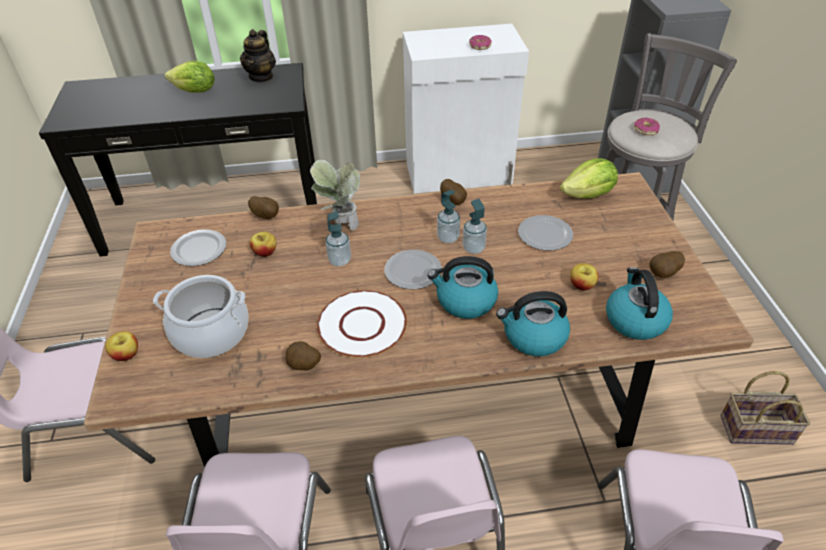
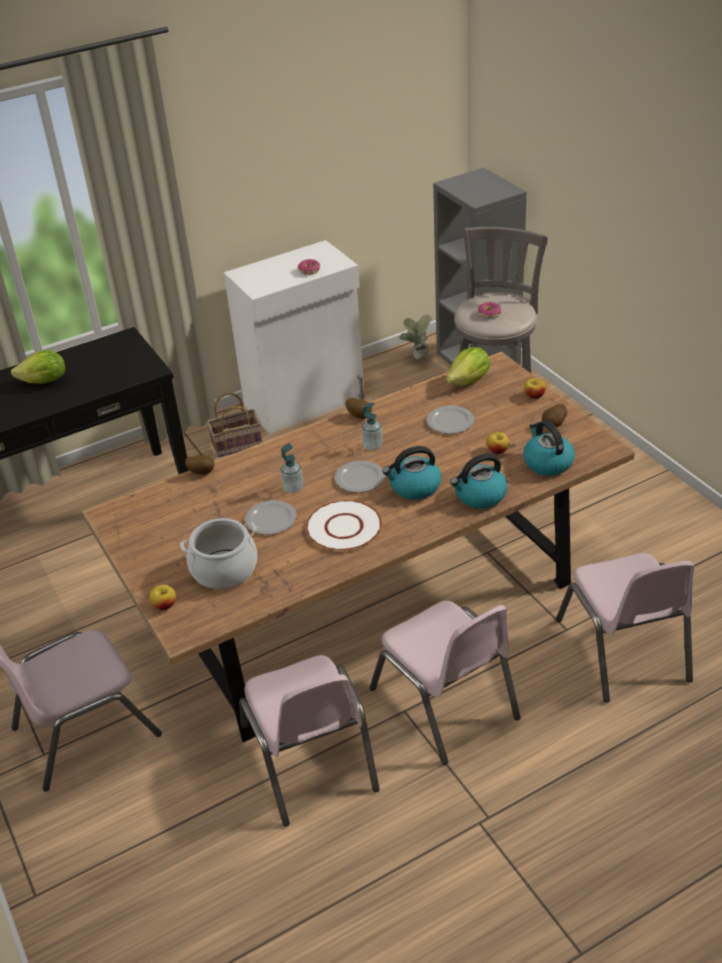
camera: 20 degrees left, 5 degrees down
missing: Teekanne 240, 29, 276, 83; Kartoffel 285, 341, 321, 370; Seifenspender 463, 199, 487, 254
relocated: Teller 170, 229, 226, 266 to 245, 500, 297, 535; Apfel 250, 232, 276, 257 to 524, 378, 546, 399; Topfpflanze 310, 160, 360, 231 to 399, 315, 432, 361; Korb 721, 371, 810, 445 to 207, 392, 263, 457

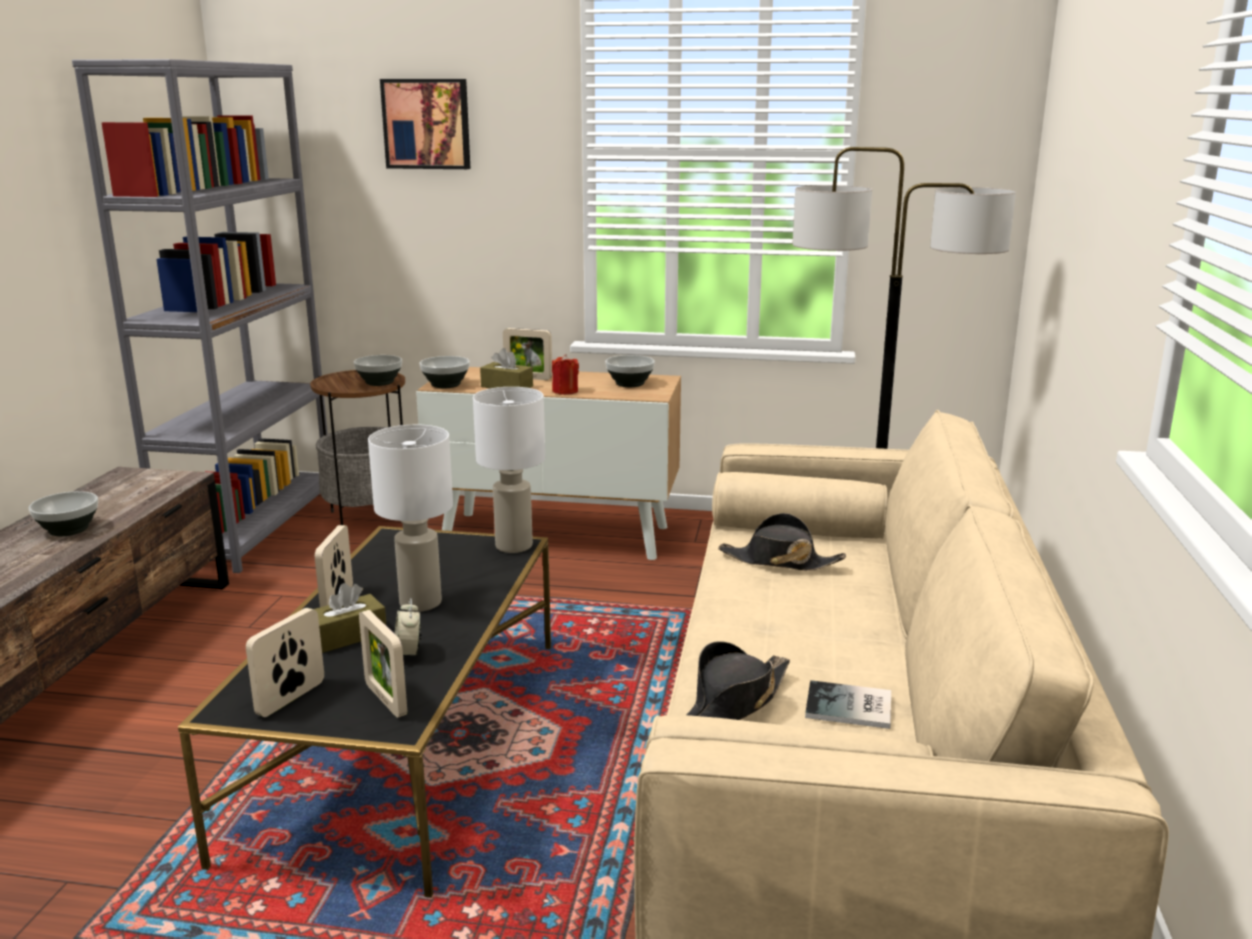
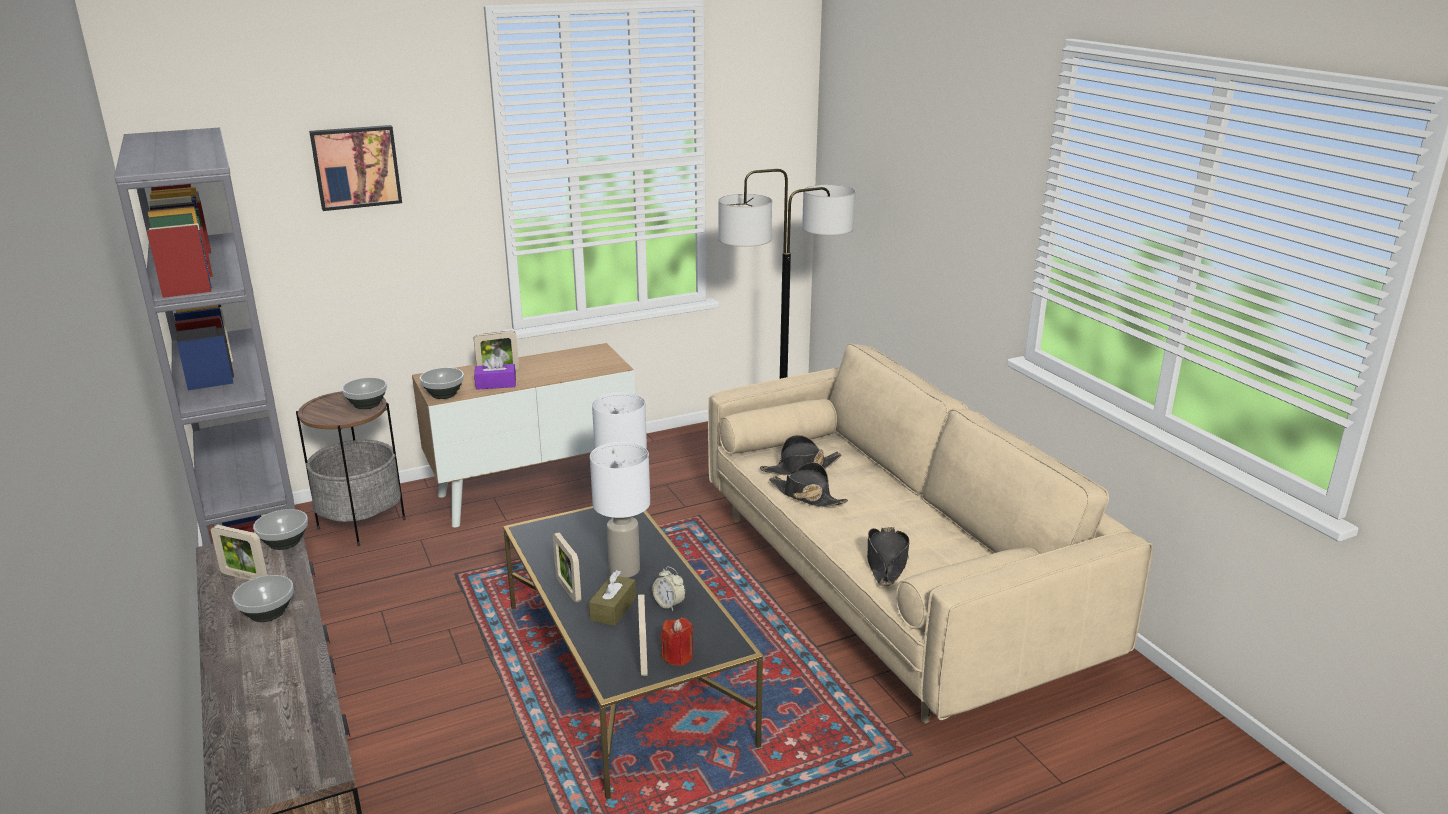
camera: 35 degrees left, 5 degrees up
missing: Buch 805, 680, 891, 729
appeared: Hut [schwarz] 769, 462, 848, 507
relocated: Bilderrahmen 359, 610, 407, 718 to 211, 525, 267, 580; Kerze [rot] 552, 354, 579, 395 to 661, 618, 693, 666; Schüssel 605, 355, 655, 387 to 253, 509, 308, 550
colour: Taschentuchbox [braun] 480, 348, 533, 388 to Taschentuchbox [lila] 474, 354, 516, 390

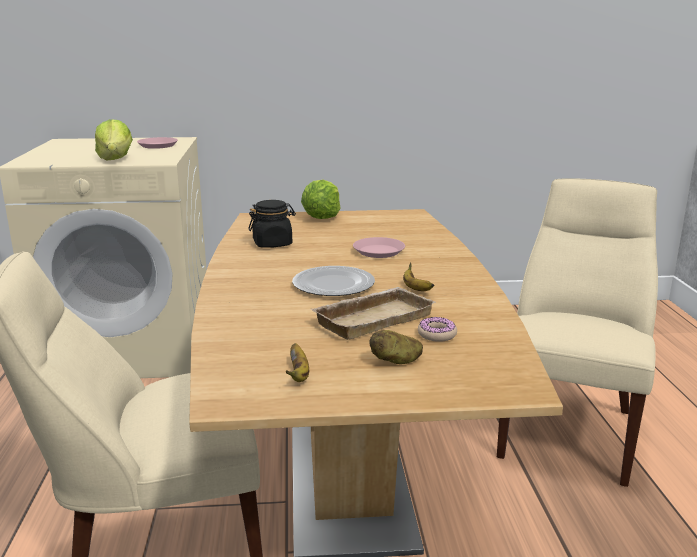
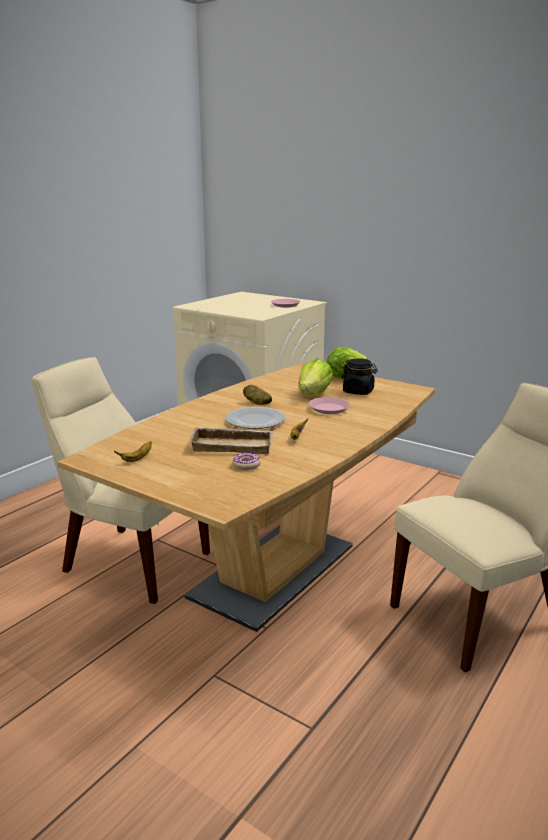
camera: 40 degrees right, 0 degrees up
relocated: Salatkopf 95, 119, 133, 160 to 298, 359, 333, 395; Vorratsglas [schwarz] 248, 200, 296, 248 to 341, 358, 378, 395; Kartoffel 369, 330, 423, 364 to 243, 385, 272, 405

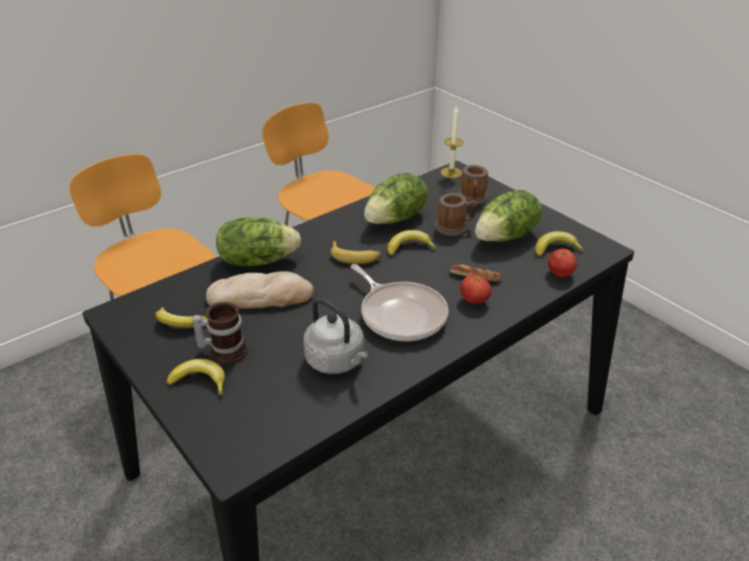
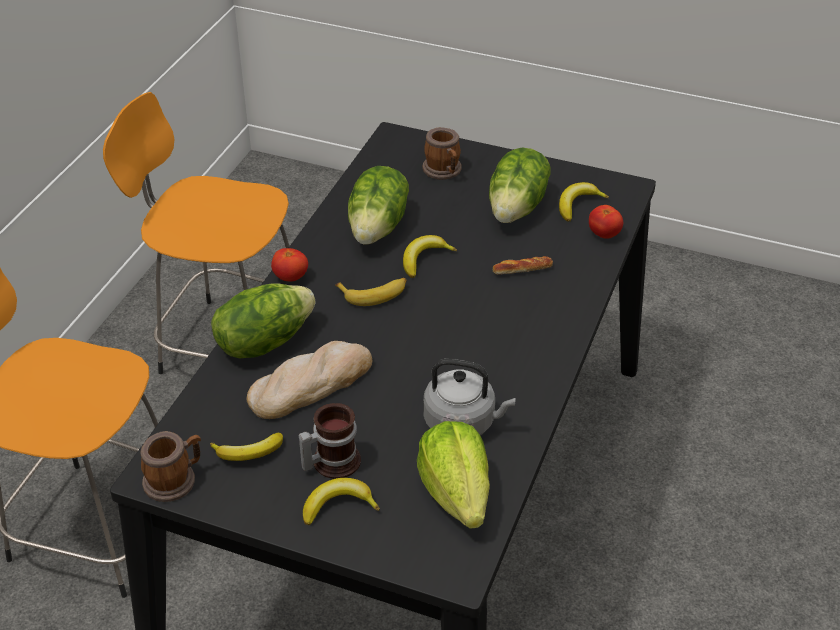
camera: 30 degrees left, 5 degrees up
missing: Pfanne 351, 264, 448, 341; Kerze 441, 105, 463, 178
appeared: Salatkopf 417, 421, 490, 529
relocated: Henkelbecher 435, 193, 478, 236 to 140, 431, 201, 502; Tomate 460, 275, 492, 304 to 271, 248, 308, 281

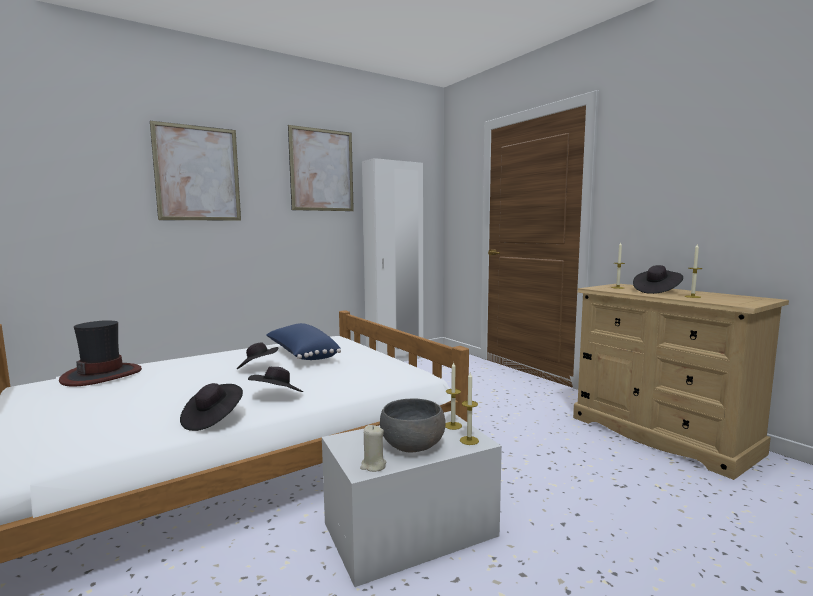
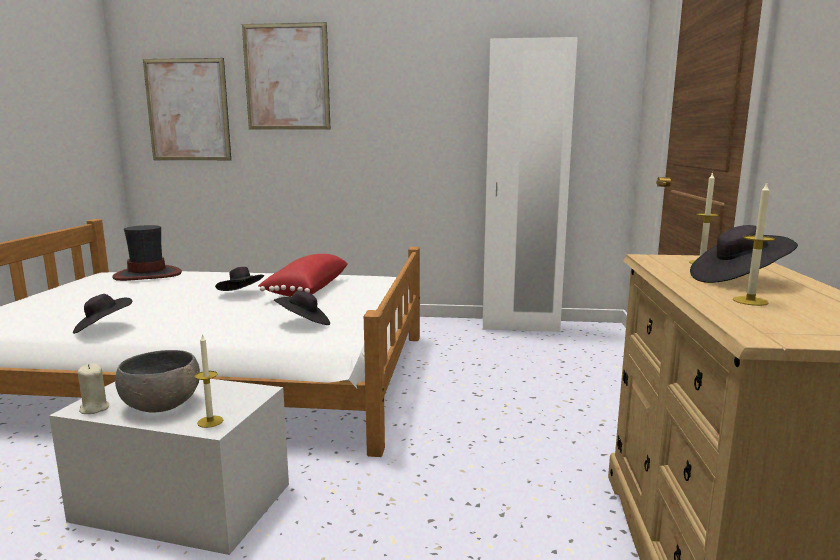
camera: 40 degrees right, 5 degrees up
missing: Kerze 445, 362, 462, 430
relocated: Hut [schwarz] 248, 367, 304, 392 to 274, 291, 330, 325; Bild 288, 125, 354, 211 to 143, 58, 231, 160
colour: Kissen [blau] 266, 323, 341, 360 to Kissen [rot] 258, 254, 348, 297

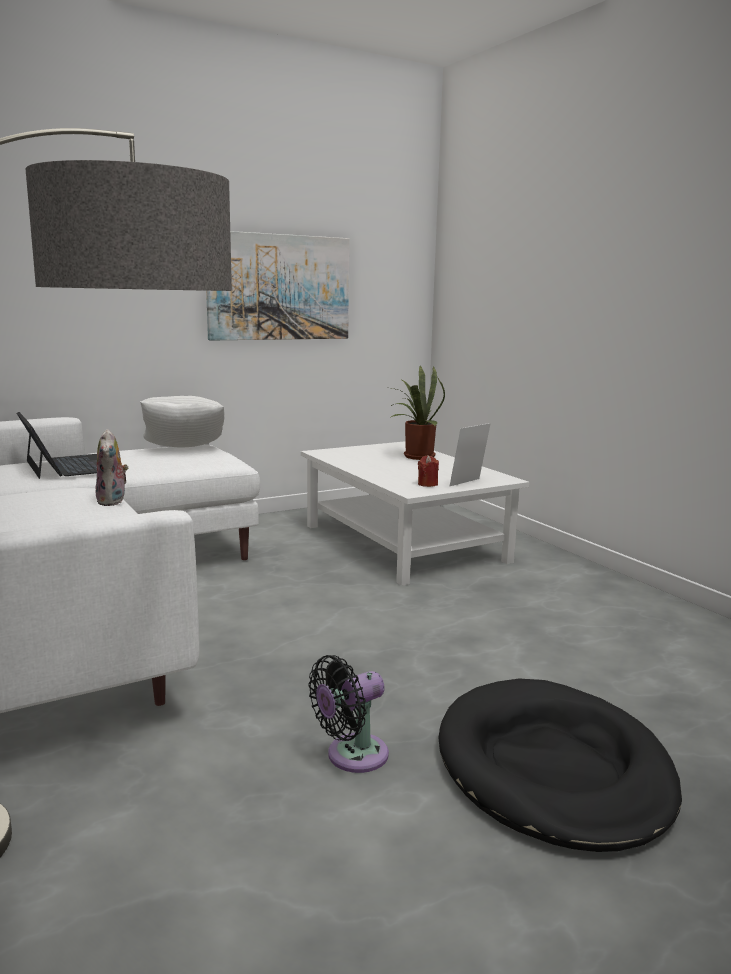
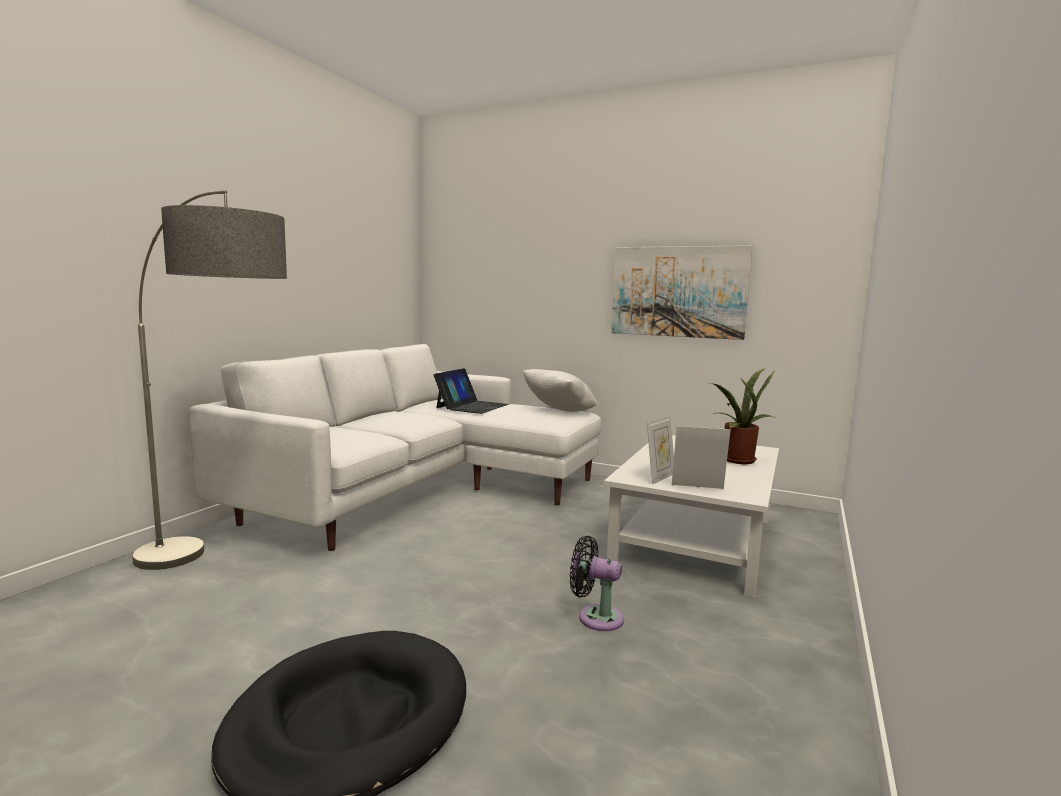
camera: 55 degrees right, 5 degrees down
missing: Plüschtier 96, 429, 128, 506
relocated: Ventilator [schwarz] 308, 655, 389, 773 to 570, 536, 624, 631
exchanged: Kerze [rot] 418, 455, 439, 487 to Bilderrahmen 647, 415, 674, 484

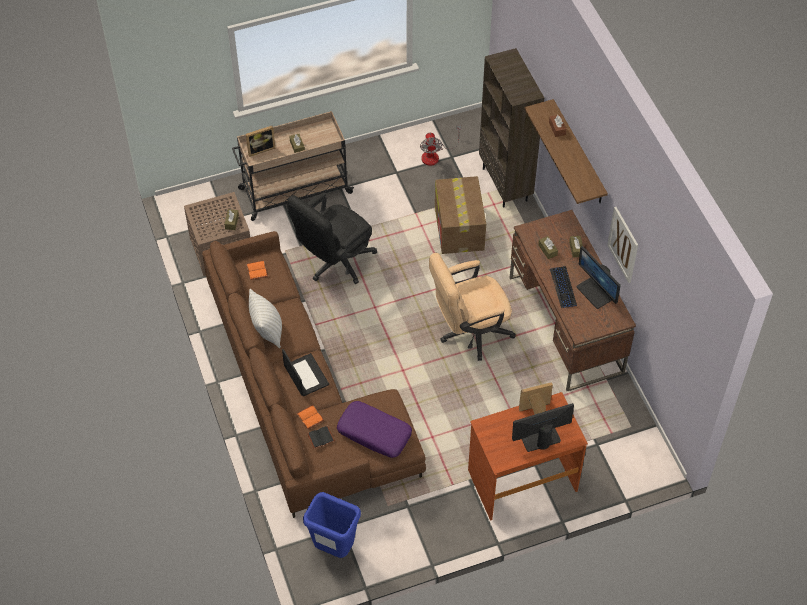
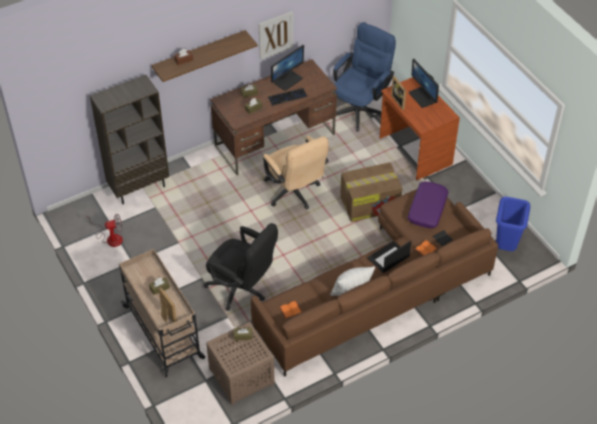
camera: 100 degrees left, 5 degrees down
appeared: Bürostuhl [blau] 333, 22, 396, 131
relocated: Karton 435, 176, 486, 254 to 340, 162, 402, 222

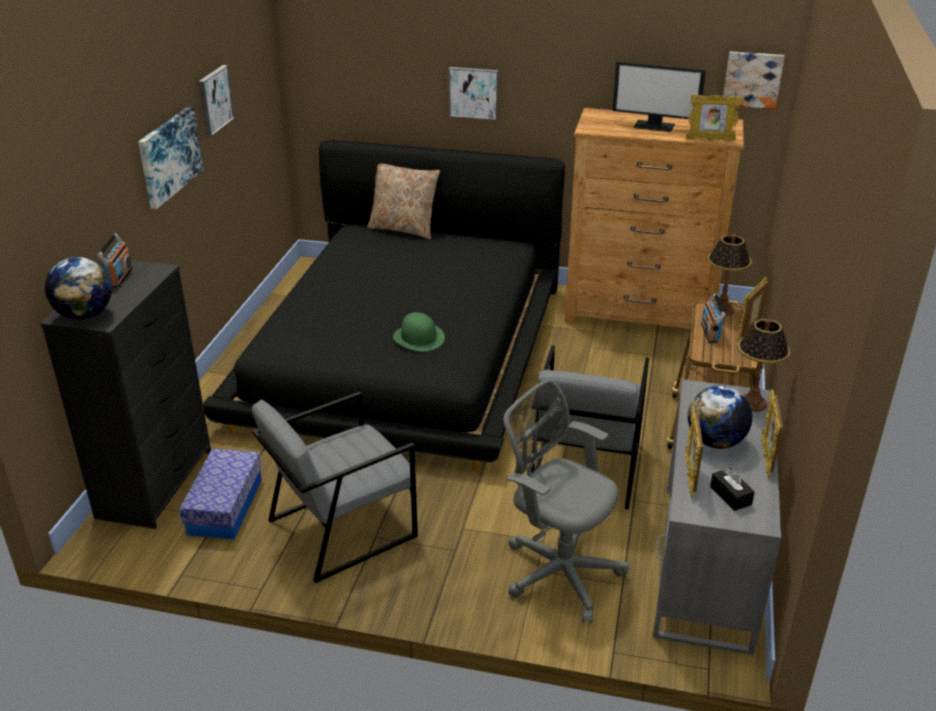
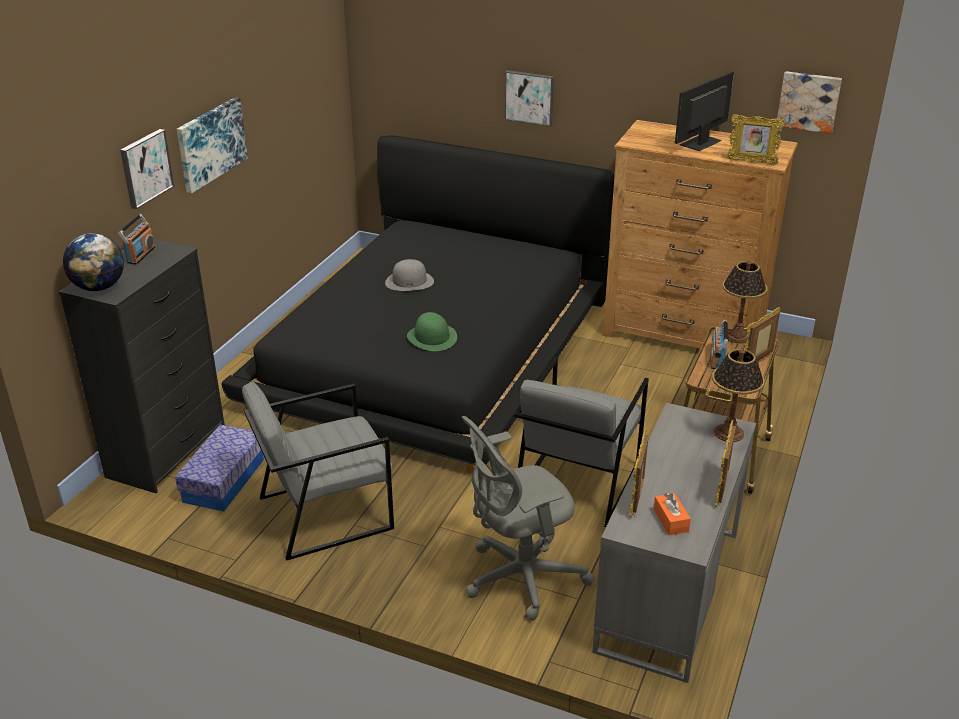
camera: 10 degrees right, 0 degrees up
missing: Kissen [beige] 367, 163, 440, 239; Globus 688, 386, 752, 449
appeared: Hut [grau] 385, 259, 434, 291
relocated: Bild 198, 65, 235, 137 to 120, 129, 174, 209
colour: Taschentuchbox [schwarz] 710, 468, 755, 511 to Taschentuchbox [orange] 654, 493, 691, 535
spun: Bürostuhl [grau] 503, 379, 629, 623 = 462, 416, 595, 621 75 degrees counterclockwise; Monitor 612, 62, 706, 132 = 675, 72, 734, 151 105 degrees clockwise

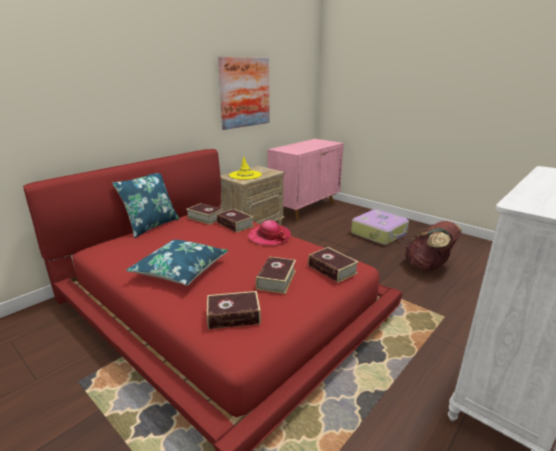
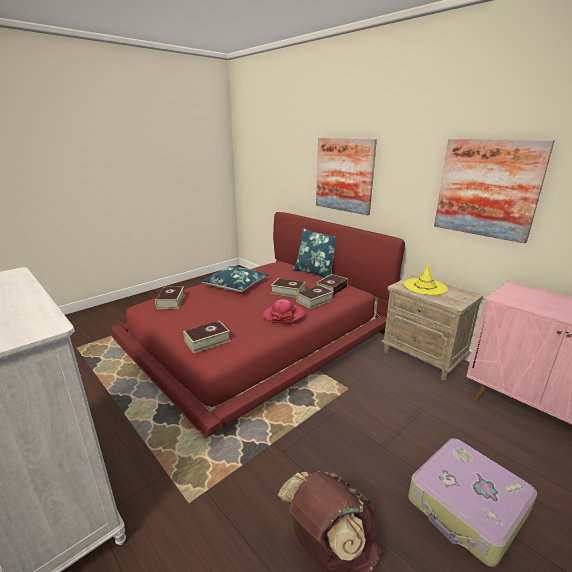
camera: 95 degrees right, 0 degrees up
appeared: Bild 316, 138, 377, 215
relocated: Buch 256, 256, 296, 294 to 271, 278, 306, 298

